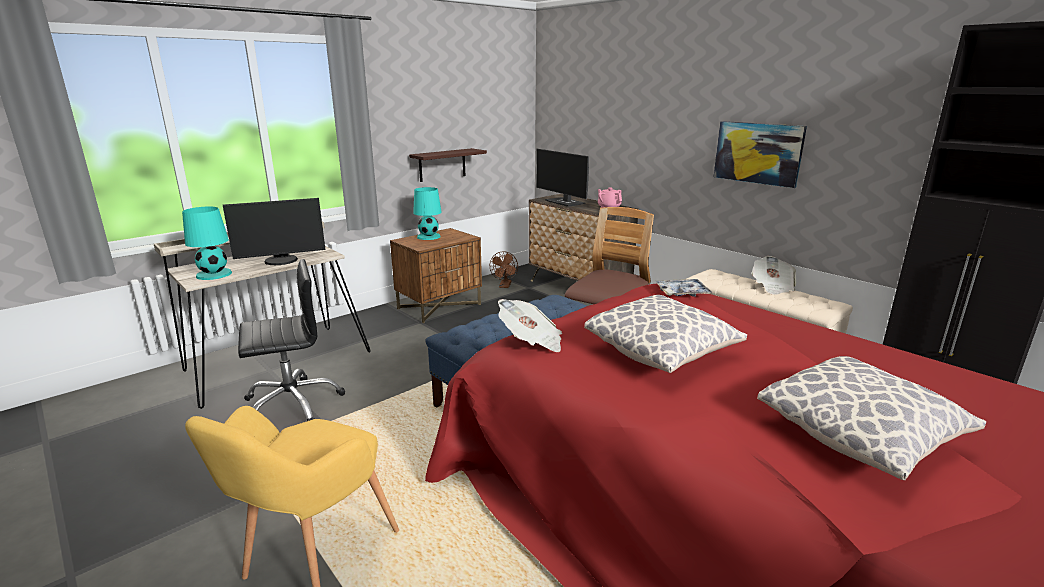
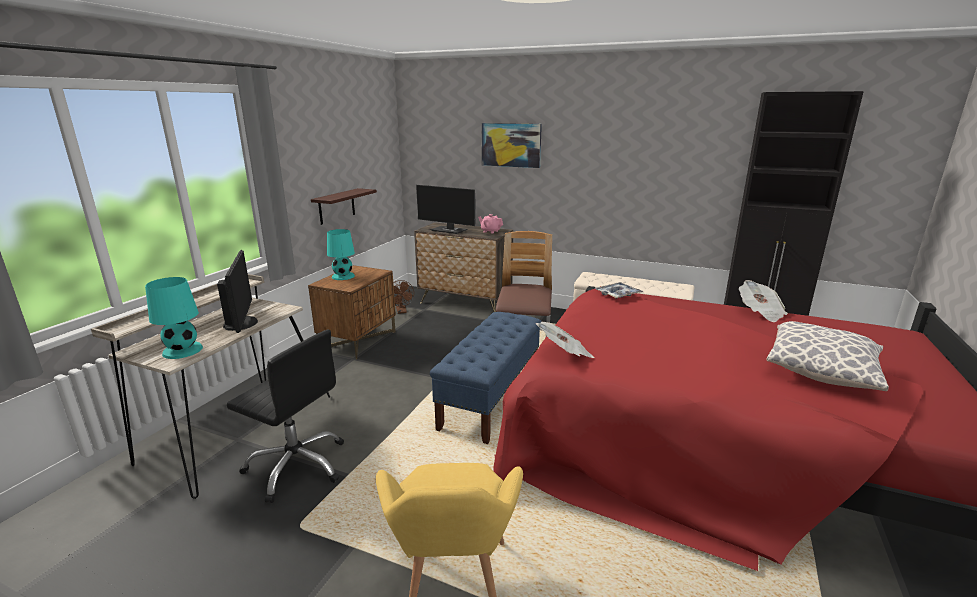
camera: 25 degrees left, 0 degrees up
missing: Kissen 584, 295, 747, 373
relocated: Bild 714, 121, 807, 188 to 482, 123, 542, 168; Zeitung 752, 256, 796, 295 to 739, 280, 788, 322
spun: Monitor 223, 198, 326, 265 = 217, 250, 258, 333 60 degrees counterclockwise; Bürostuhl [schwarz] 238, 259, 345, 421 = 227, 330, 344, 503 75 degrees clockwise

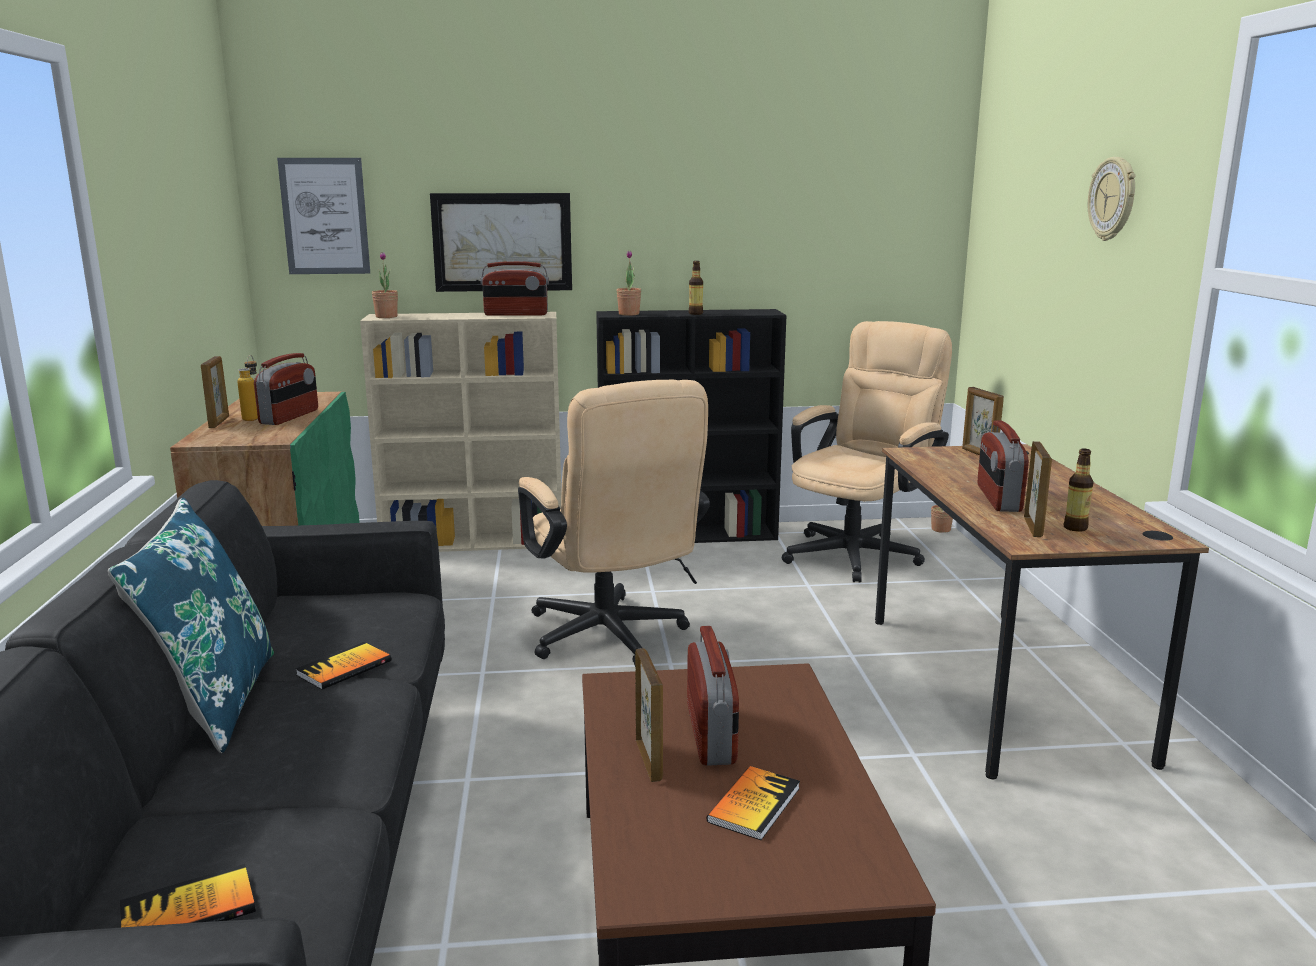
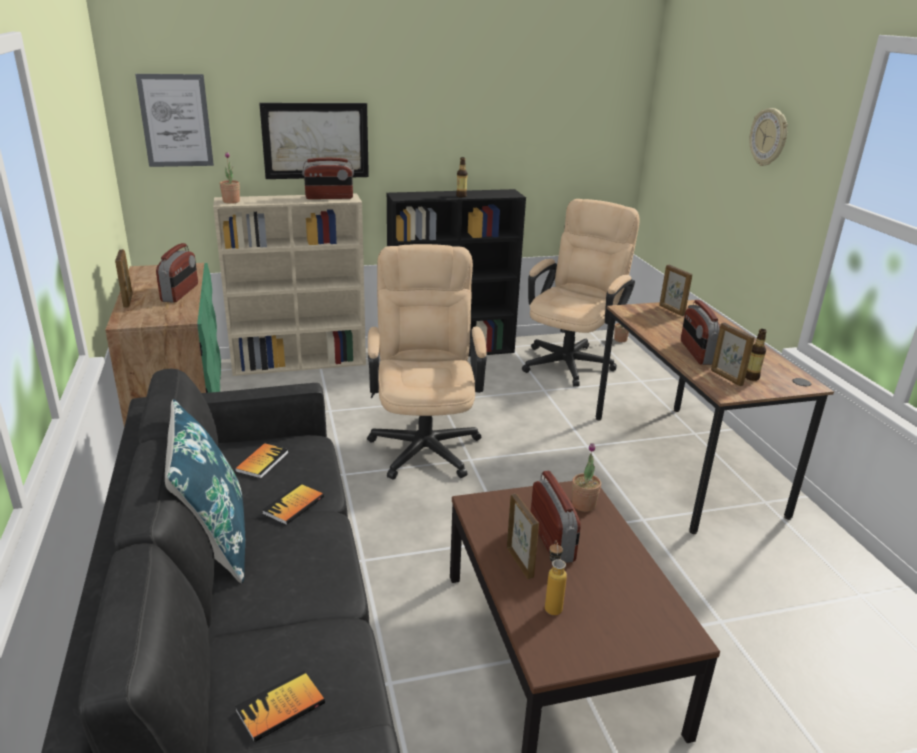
camera: 10 degrees left, 10 degrees up
relocated: Flasche 237, 355, 258, 421 to 545, 540, 567, 615; Topfpflanze 617, 251, 641, 316 to 572, 443, 601, 512; Buch 707, 766, 800, 840 to 235, 443, 288, 479
spun: Bürostuhl [beige] 518, 380, 710, 665 = 367, 244, 487, 480 150 degrees counterclockwise; Bilderrahmen 1024, 441, 1052, 537 = 711, 323, 755, 386 150 degrees clockwise

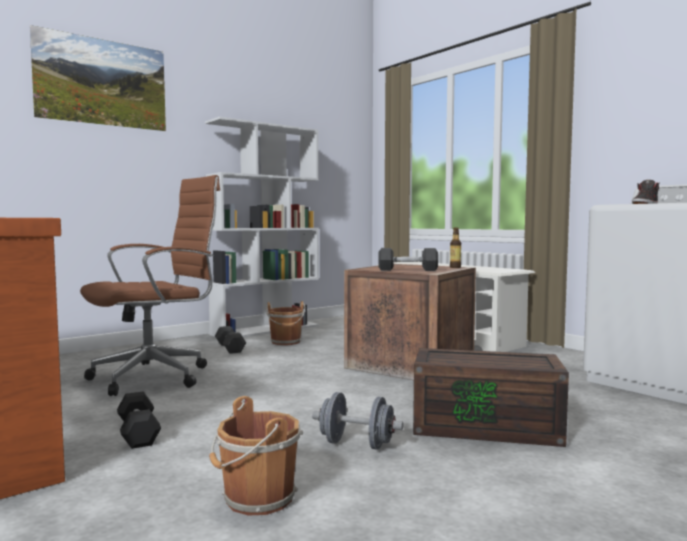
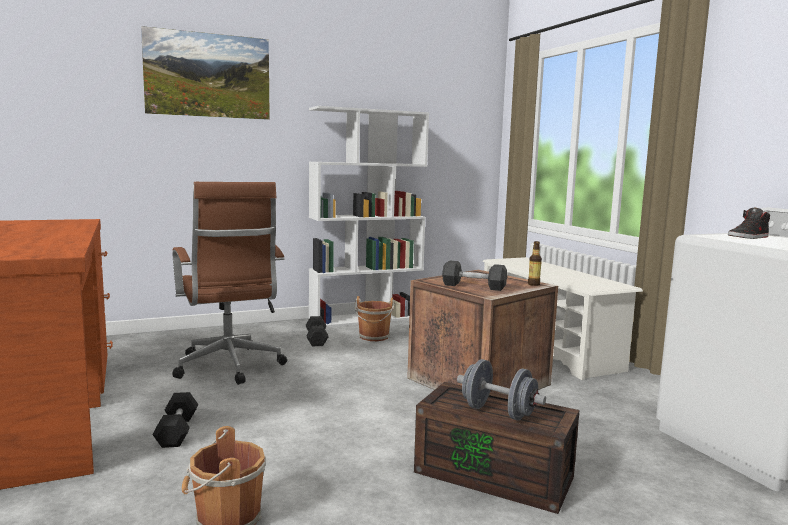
camera: 15 degrees right, 5 degrees up
relocated: Hantel [grau] 312, 392, 403, 450 to 457, 359, 546, 421
spun: Bürostuhl [braun] 80, 175, 220, 396 = 172, 182, 287, 385 90 degrees clockwise

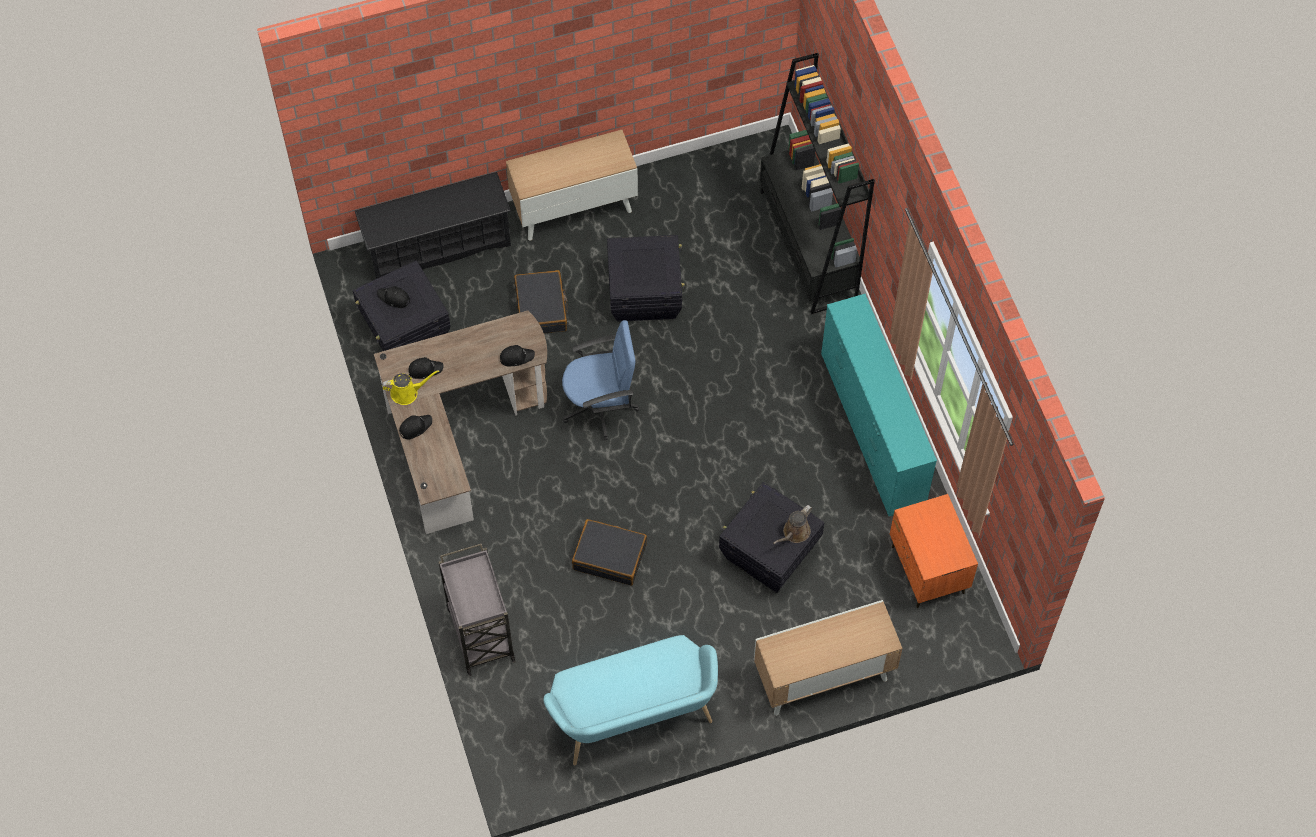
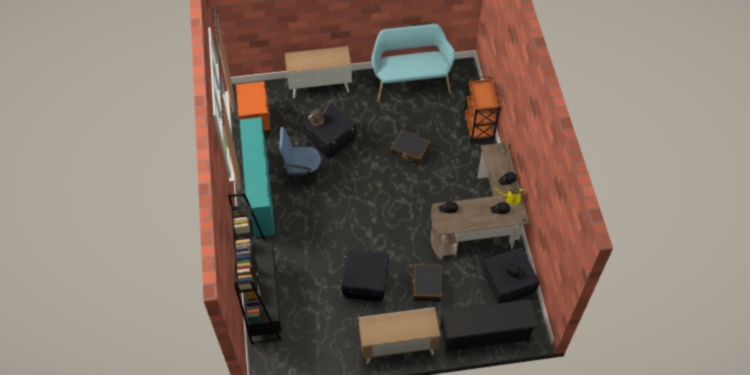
camera: 170 degrees left, 5 degrees down
relocated: Bürostuhl [blau] 562, 320, 639, 440 to 279, 127, 324, 190
colour: Rollwagen [grau] 438, 544, 516, 676 to Rollwagen [orange] 463, 76, 500, 142

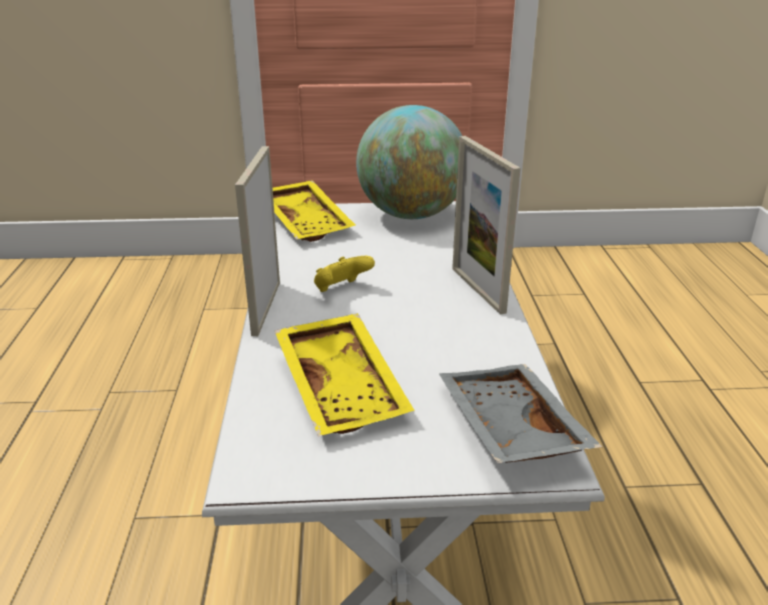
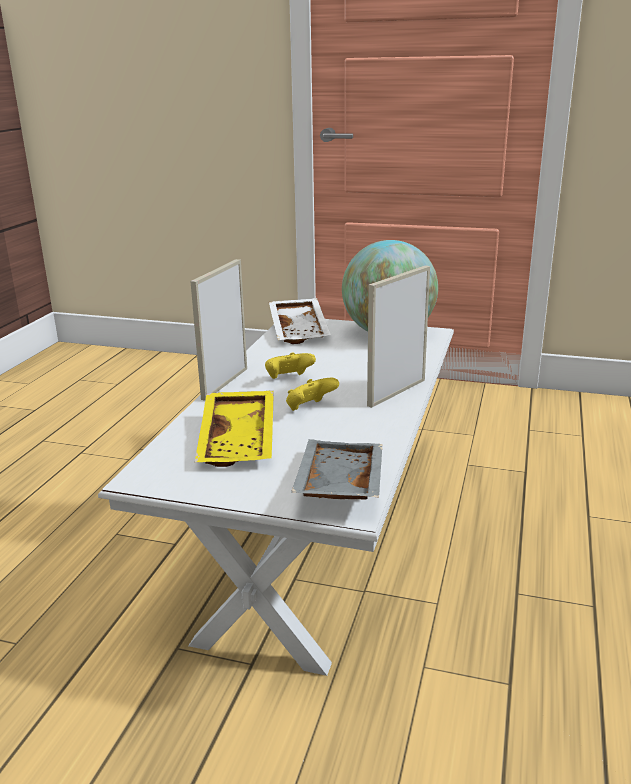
camera: 20 degrees right, 5 degrees down
appeared: Gamepad [gelb] 286, 378, 339, 411
colour: Tablett [gelb] 273, 180, 356, 242 to Tablett [weiß] 269, 298, 331, 344
spun: Bilderrahmen 452, 136, 521, 315 = 367, 265, 430, 408 45 degrees clockwise

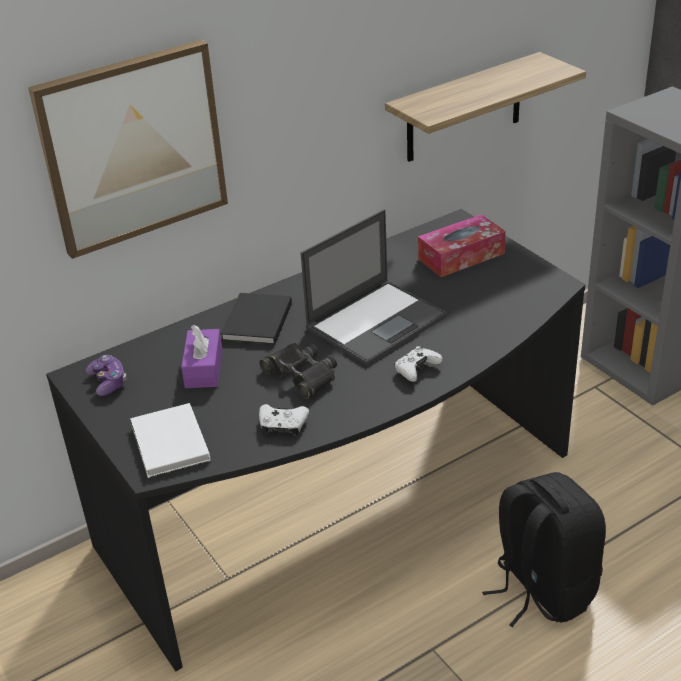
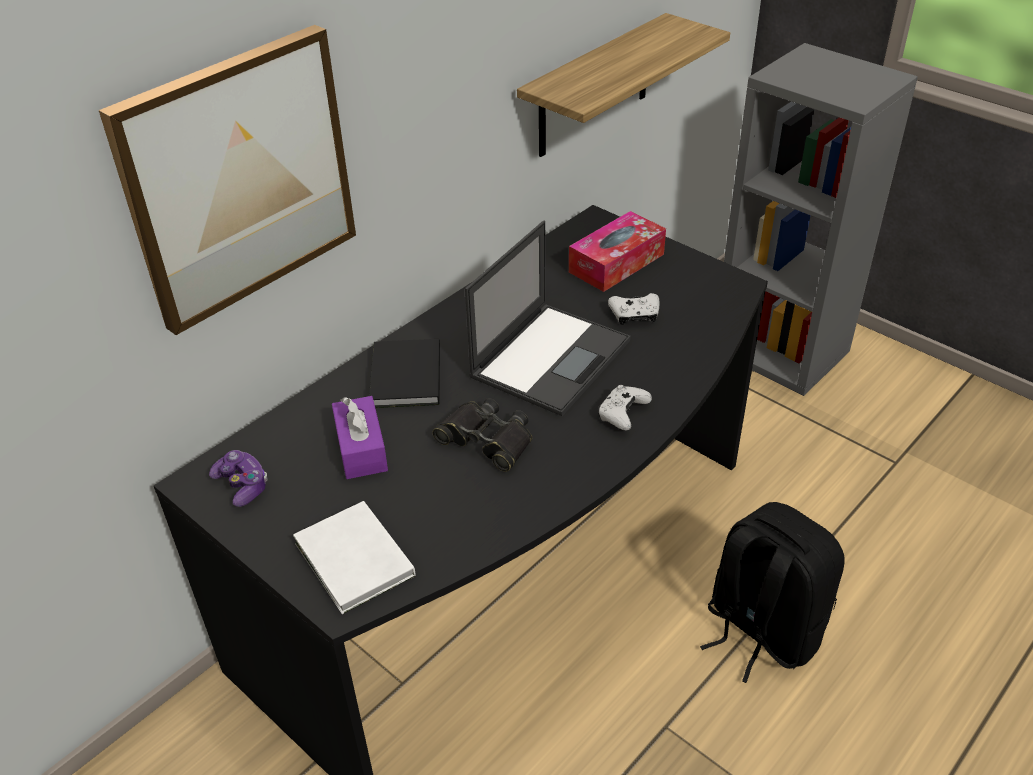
camera: 15 degrees left, 5 degrees up
relocated: Gamepad [weiß] 259, 404, 309, 436 to 608, 293, 660, 325

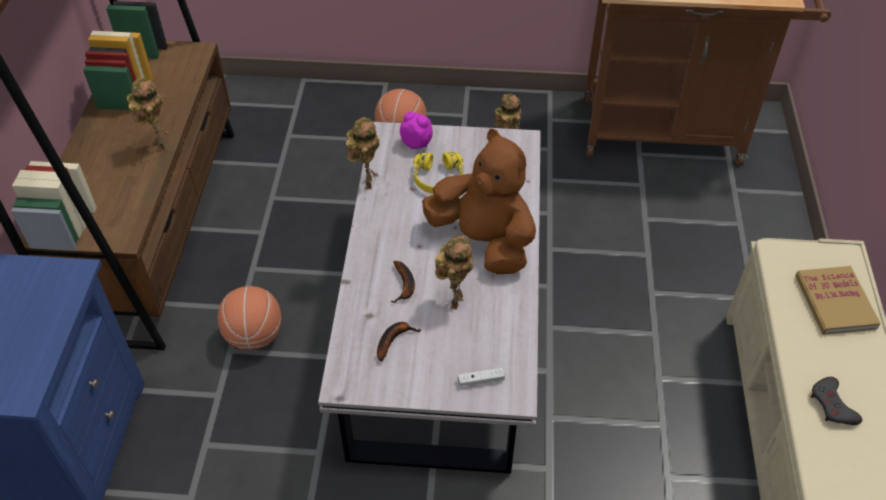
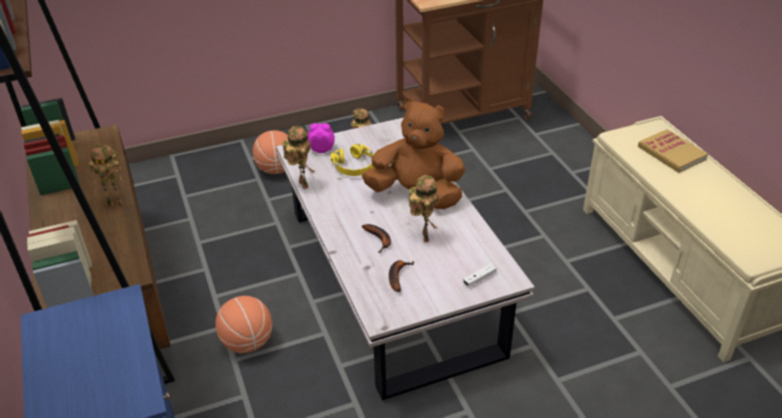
camera: 25 degrees left, 10 degrees down
missing: Gamepad [grau] 811, 377, 862, 425
spun: Spielzeugroboter 127, 77, 170, 151 = 89, 145, 123, 207 135 degrees clockwise

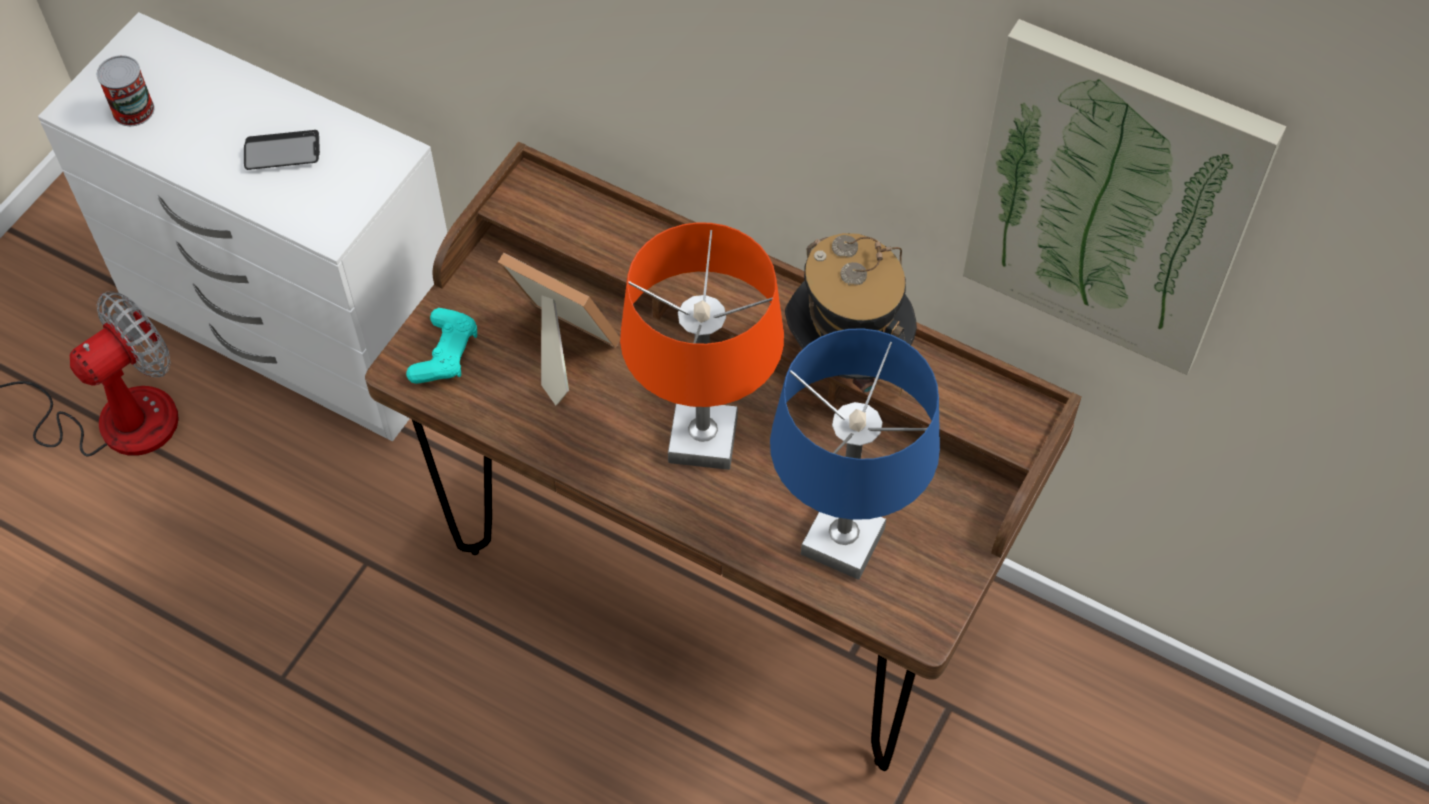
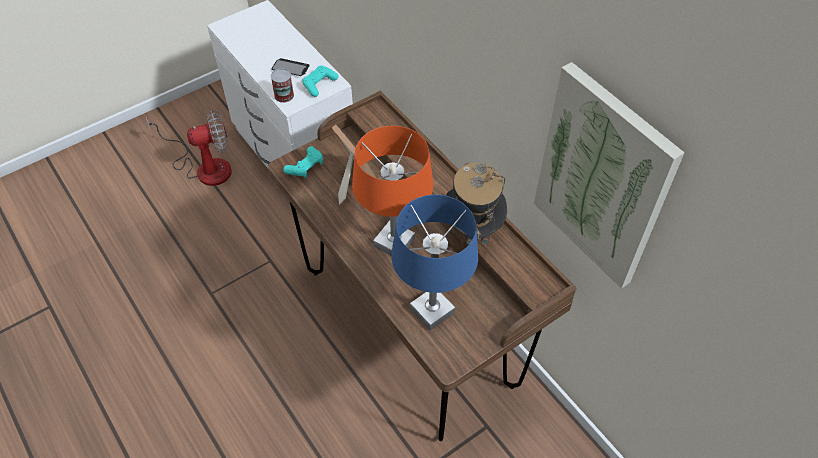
camera: 25 degrees right, 5 degrees down
appeared: Gamepad [türkis] 302, 65, 338, 97
relocated: Dose 97, 55, 154, 126 to 271, 68, 294, 103

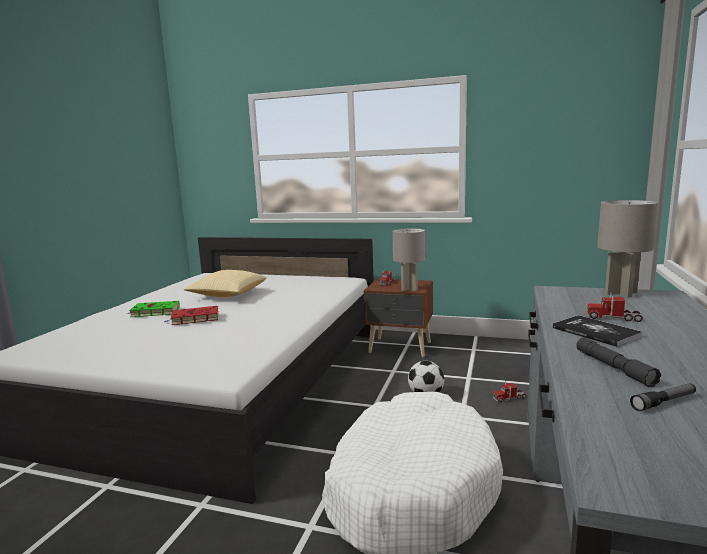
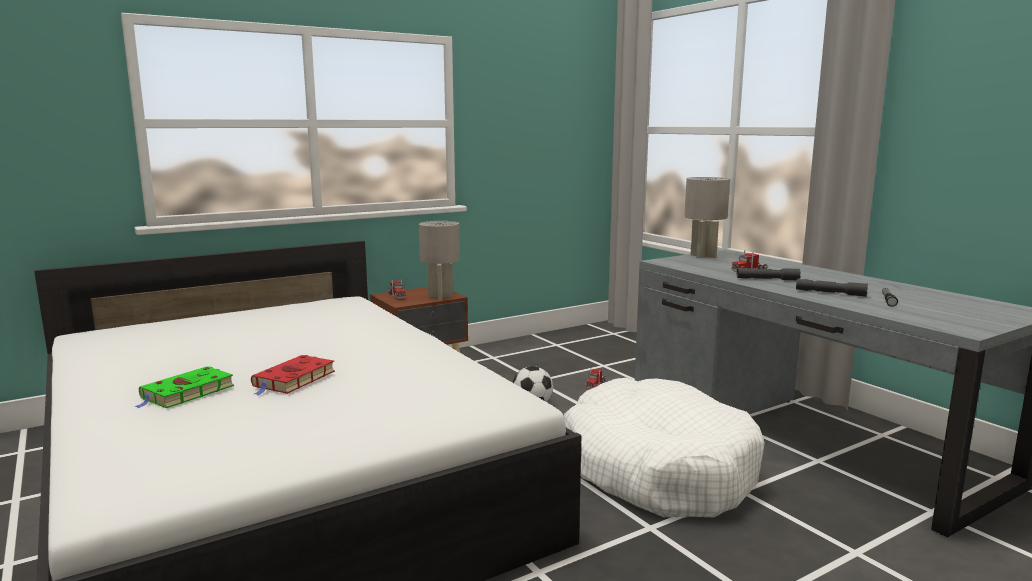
camera: 50 degrees left, 0 degrees up
missing: Kissen 184, 270, 266, 297
exchanged: Buch 553, 315, 642, 347 to Taschenlampe [grau] 737, 268, 801, 280

